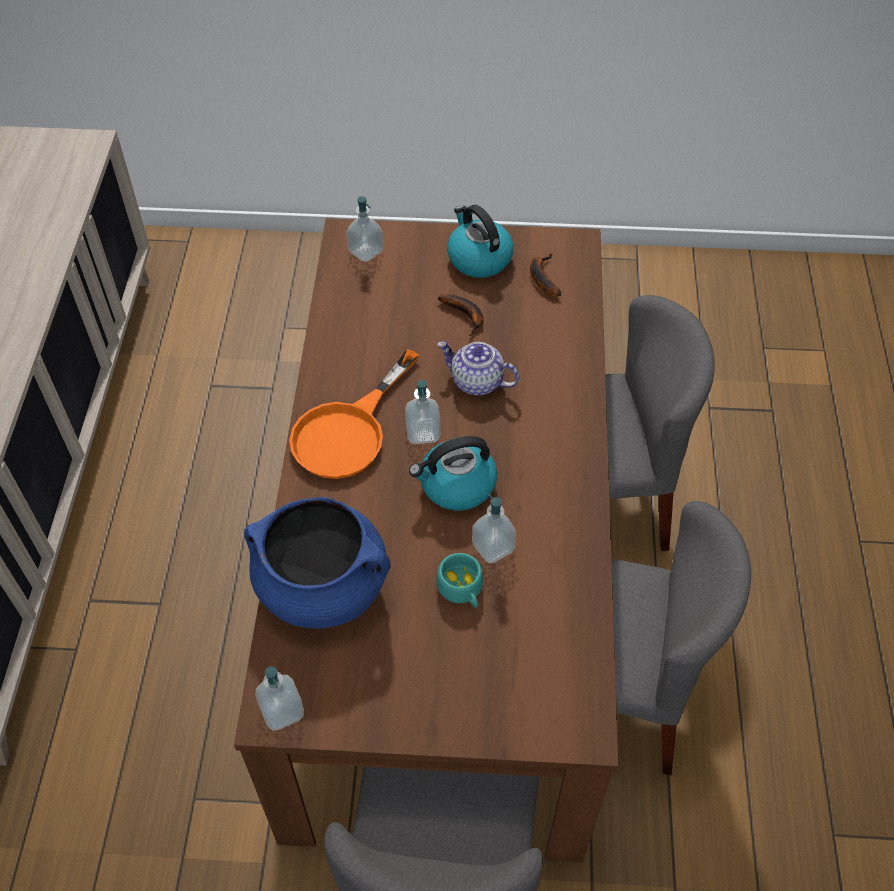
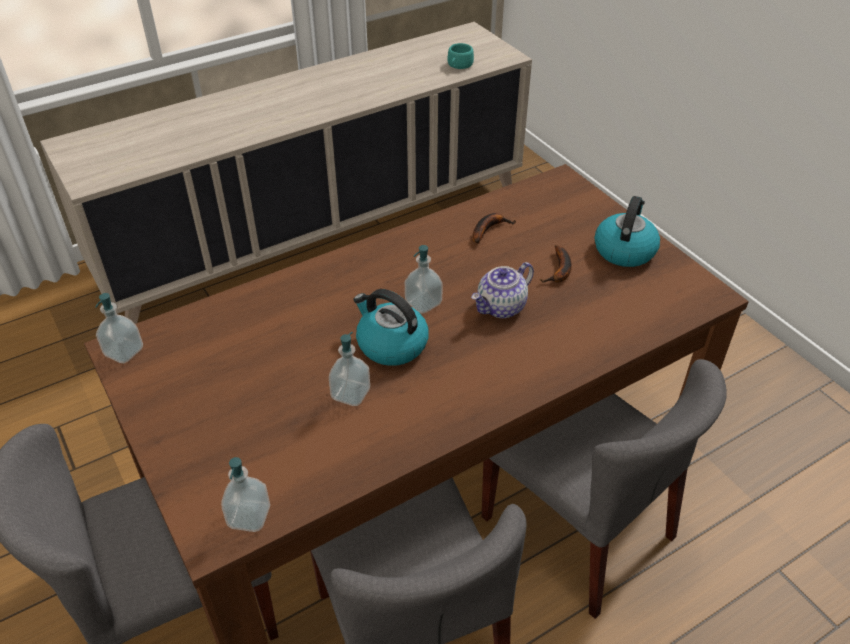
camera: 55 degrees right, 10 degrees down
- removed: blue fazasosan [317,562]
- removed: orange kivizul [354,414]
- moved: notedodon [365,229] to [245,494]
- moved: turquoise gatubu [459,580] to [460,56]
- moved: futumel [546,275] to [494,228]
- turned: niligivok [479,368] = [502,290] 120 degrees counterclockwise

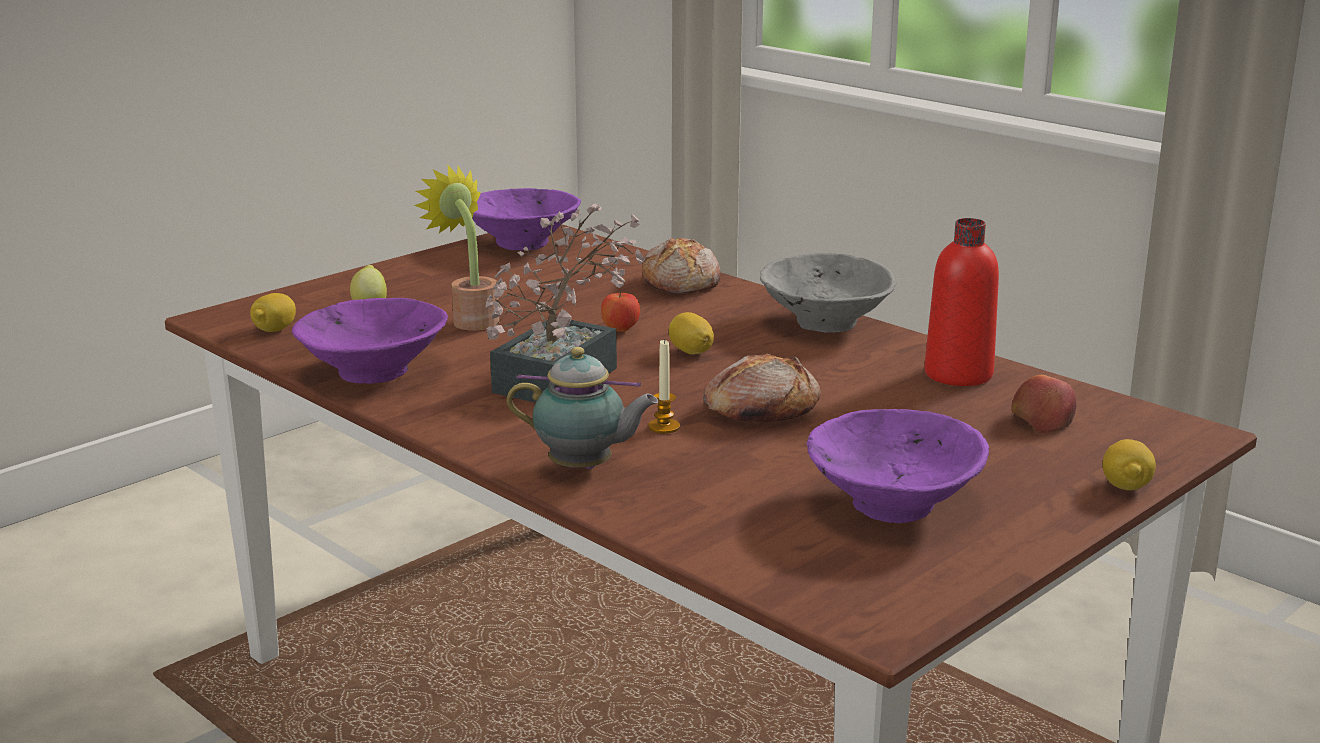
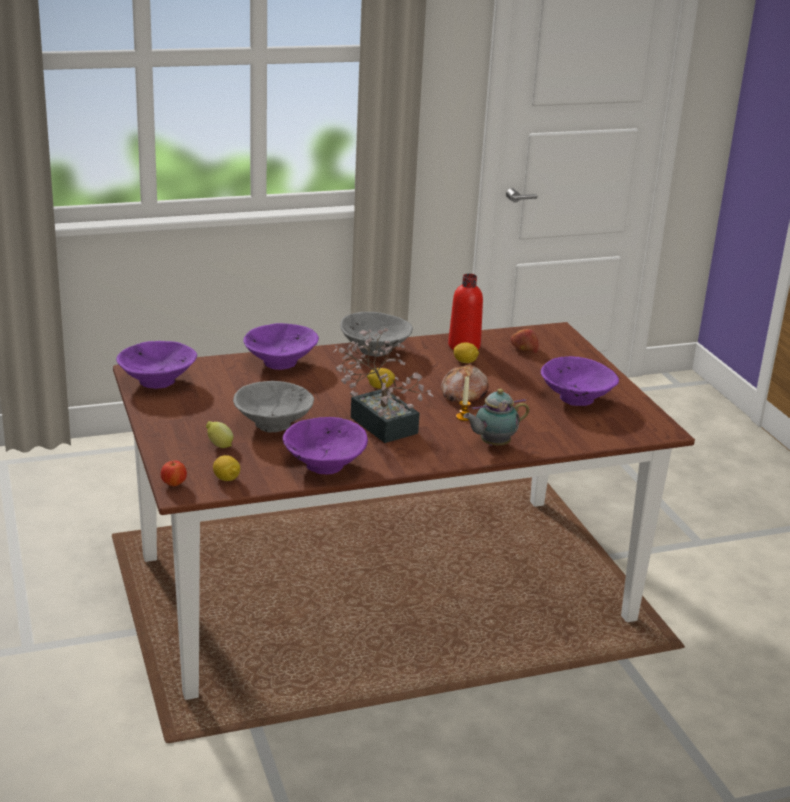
camera: 65 degrees left, 5 degrees up
- moved: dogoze [620,311] to [174,473]
- moved: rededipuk [1129,464] to [466,352]
- replaced: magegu [456,247] to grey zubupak [273,407]
- replaced: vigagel [681,266] to purple zubupak [281,346]
- turned: niligivok [583,408] = [496,417] 150 degrees counterclockwise

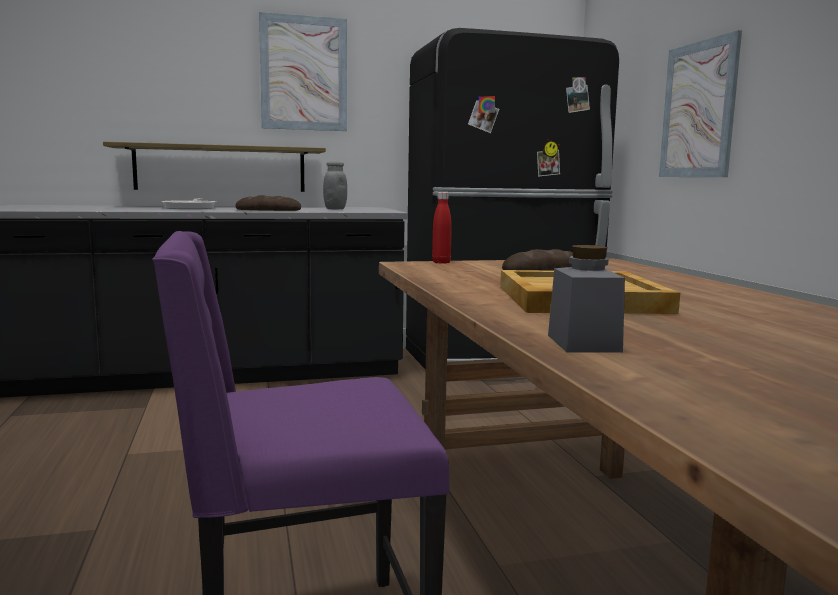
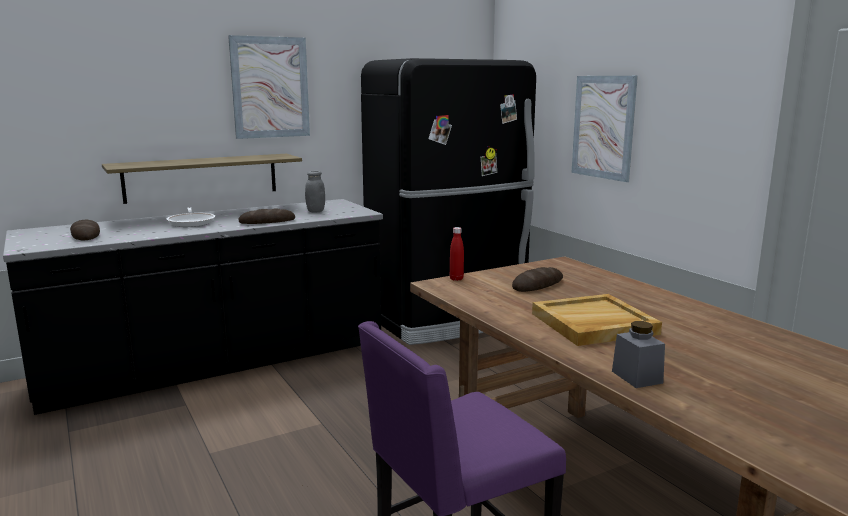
camera: 15 degrees left, 5 degrees up
- added: vigagel [85,230]

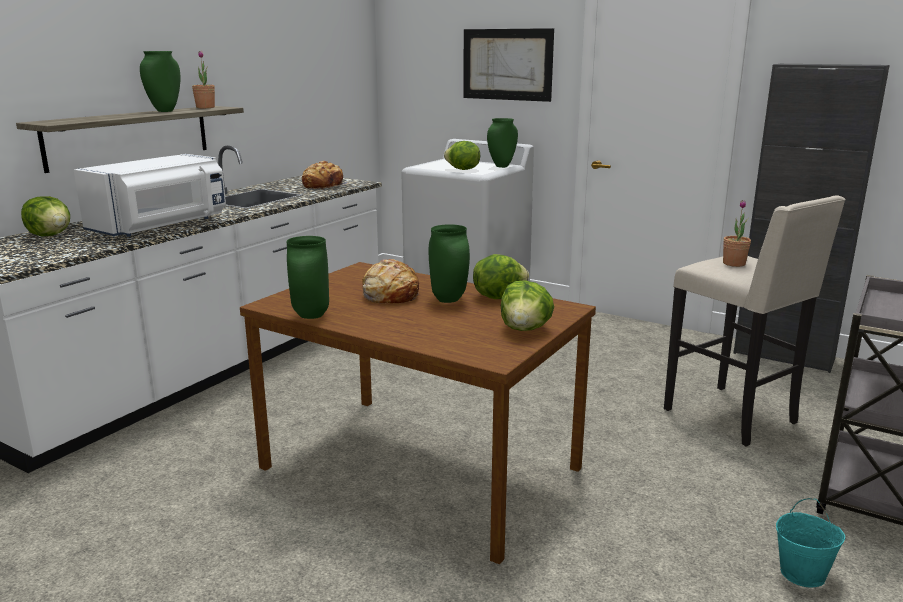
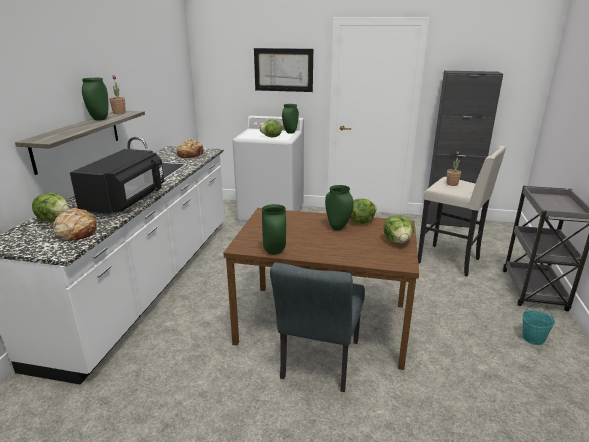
camera: 20 degrees left, 5 degrees up
- added: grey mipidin [317,327]
- moved: vigagel [390,281] to [75,224]
- recoloured: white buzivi [150,195] to black buzivi [117,182]

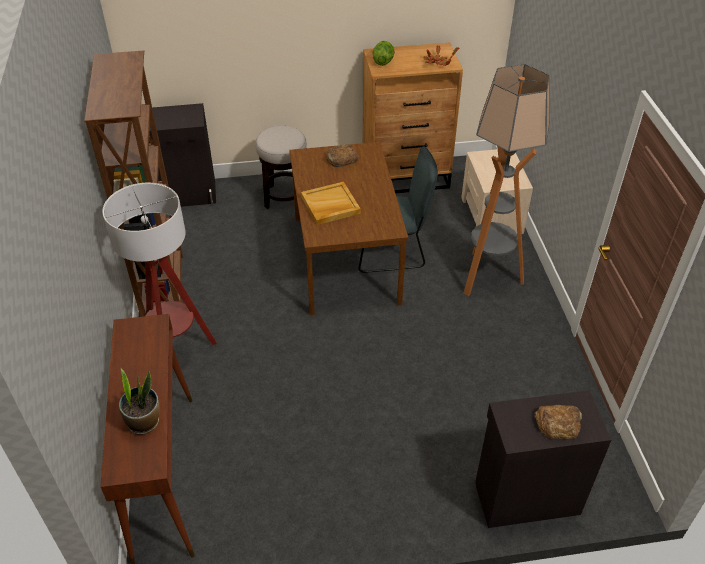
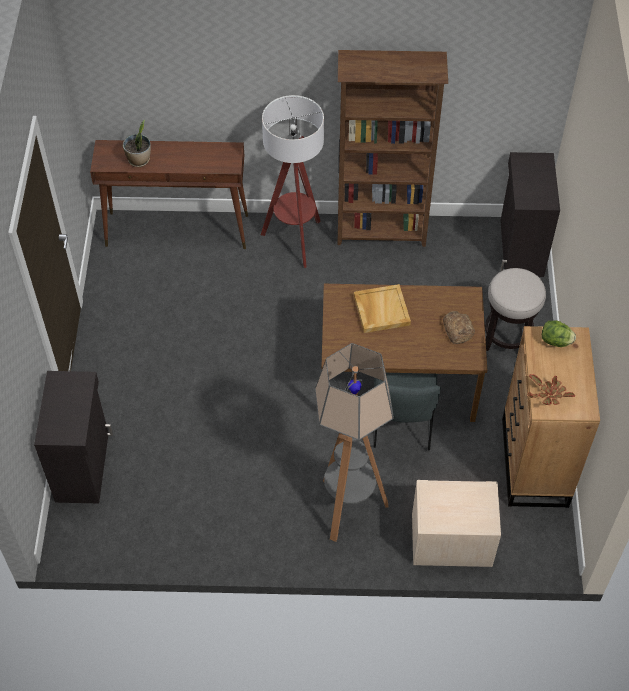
camera: 100 degrees right, 10 degrees up
- removed: vigagel [558,422]

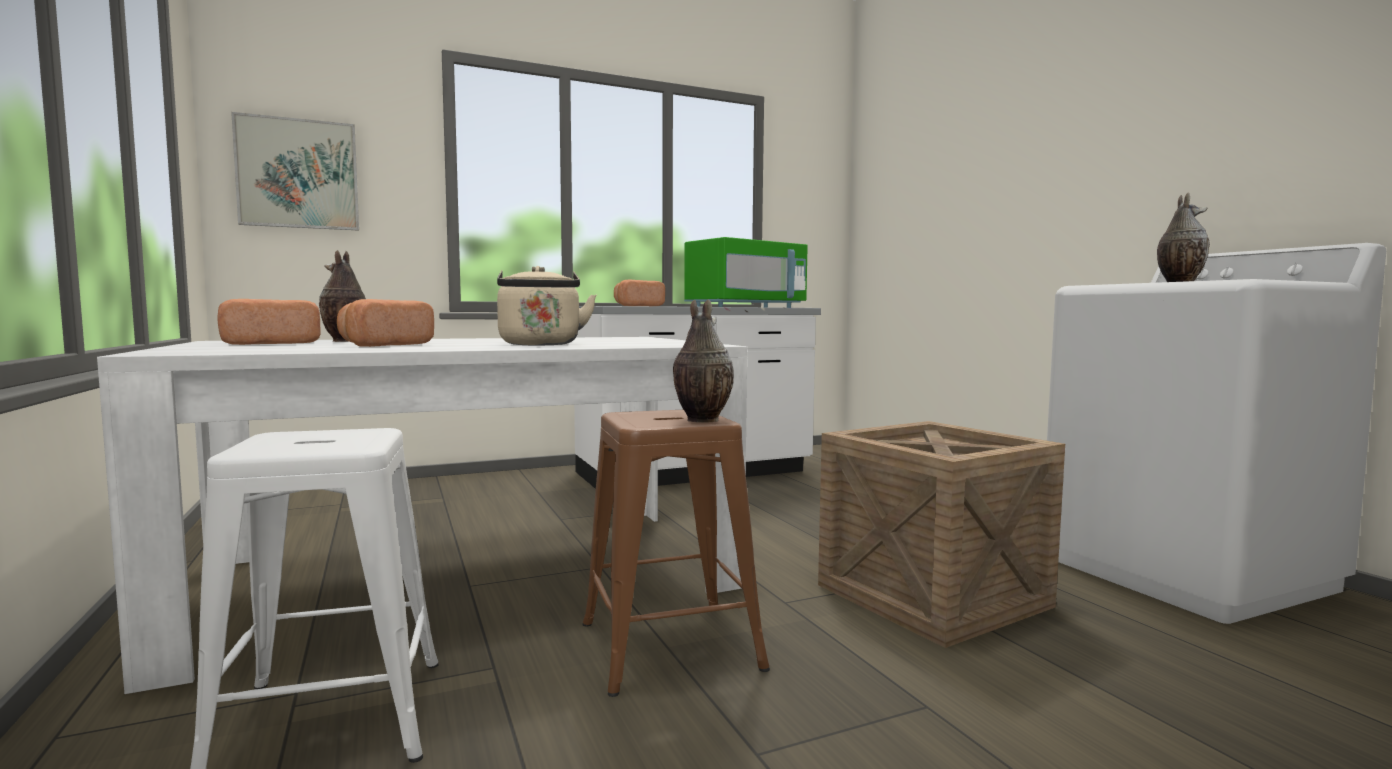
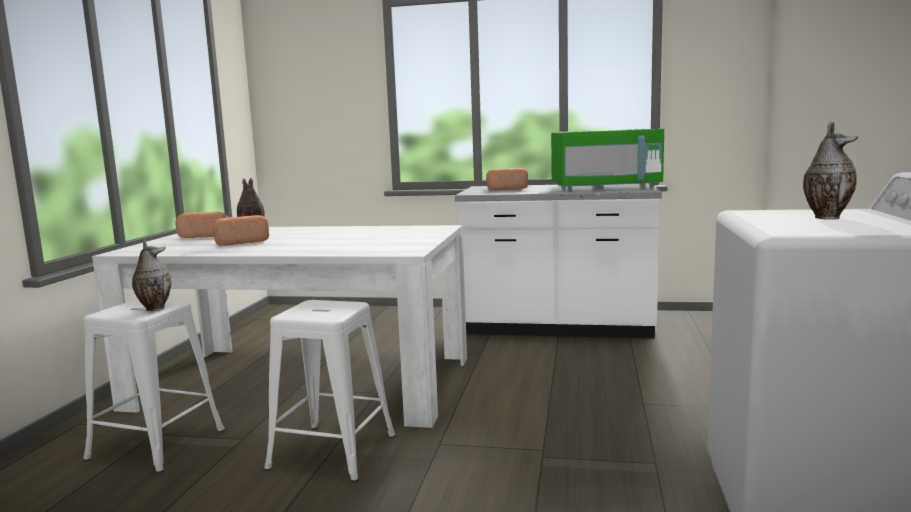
camera: 35 degrees right, 5 degrees up
- removed: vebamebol [295,171]
- removed: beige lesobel [546,305]
- removed: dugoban [941,534]
- moved: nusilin [703,361] to [151,274]
- recoloured: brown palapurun [676,553] to white palapurun [330,391]

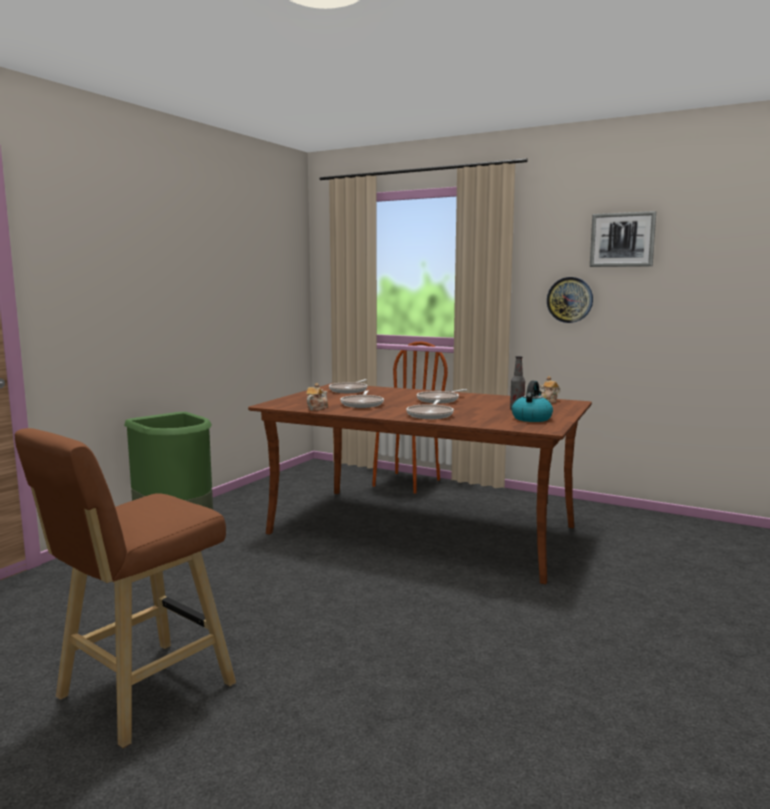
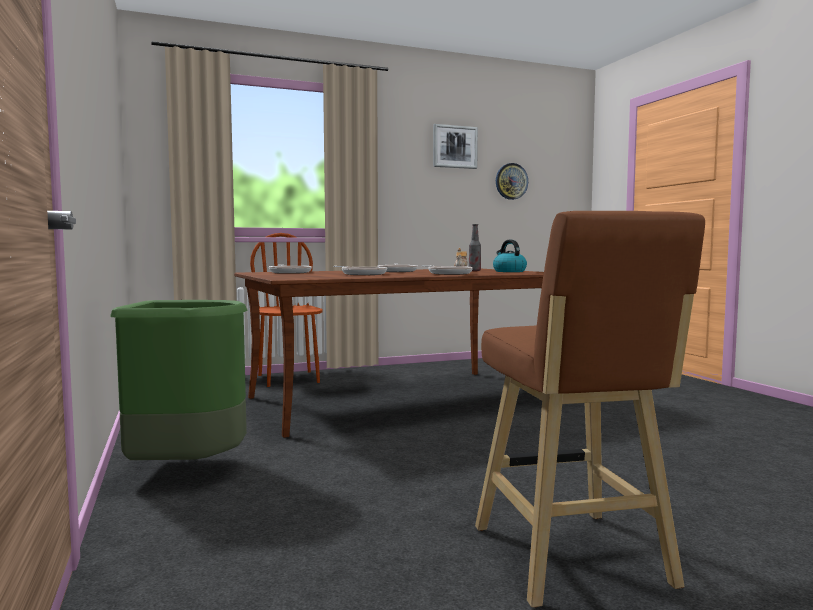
camera: 50 degrees left, 5 degrees down
- removed: niligivok [317,397]
- moved: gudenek [570,300] to [512,181]

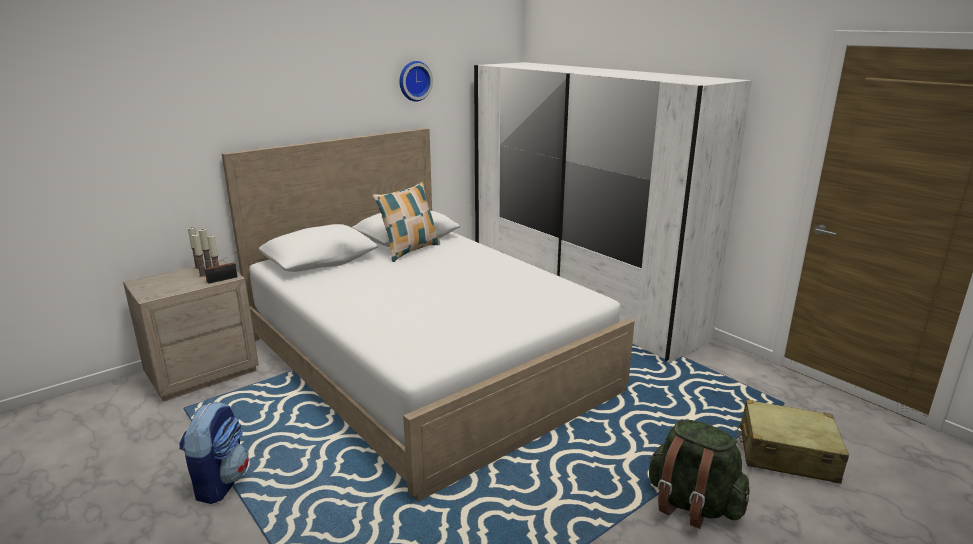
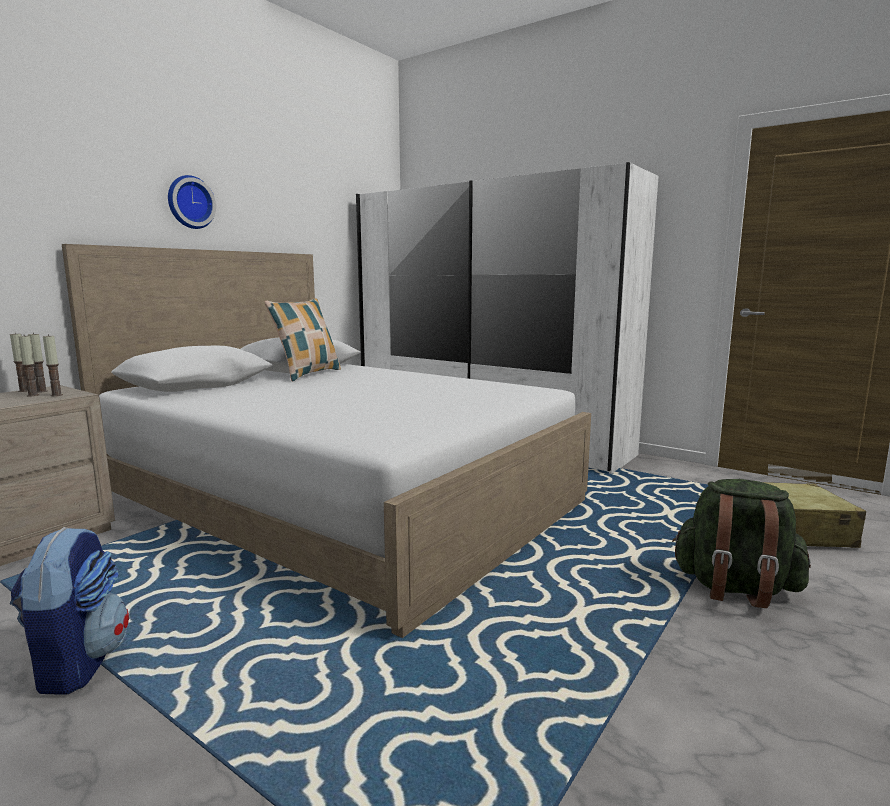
camera: 15 degrees left, 10 degrees down
- removed: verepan [221,268]
- moved: gudenek [416,81] to [192,202]

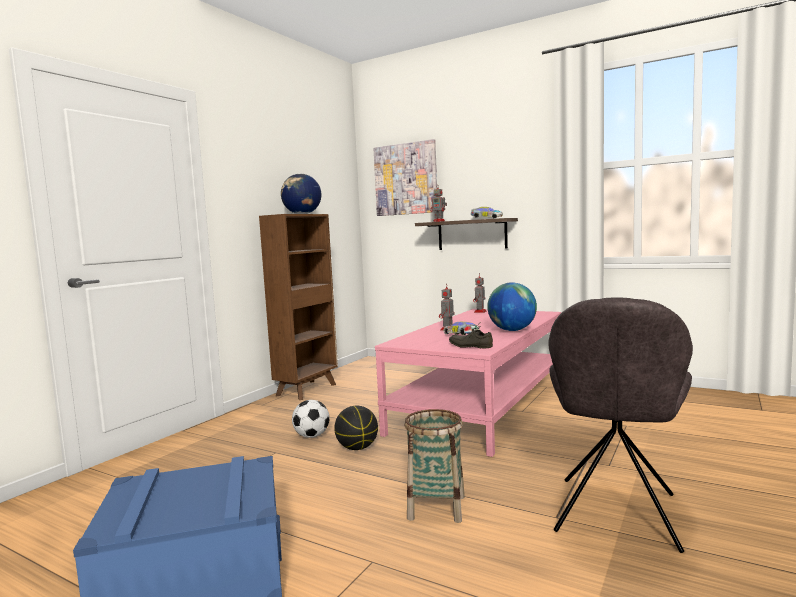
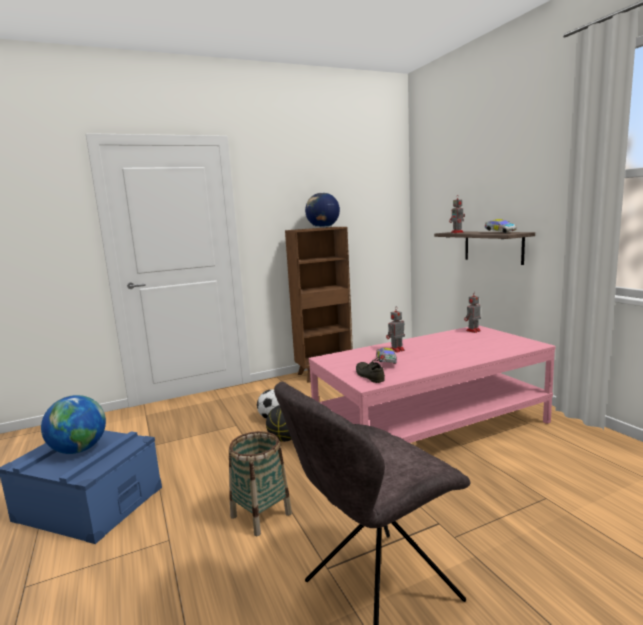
camera: 35 degrees right, 5 degrees up
- removed: vebamebol [405,177]
- moved: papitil [512,306] to [73,424]

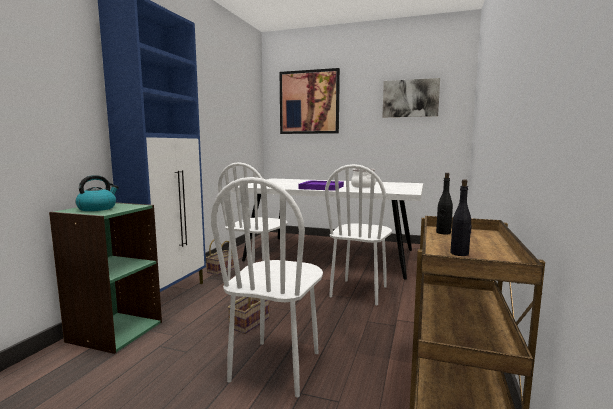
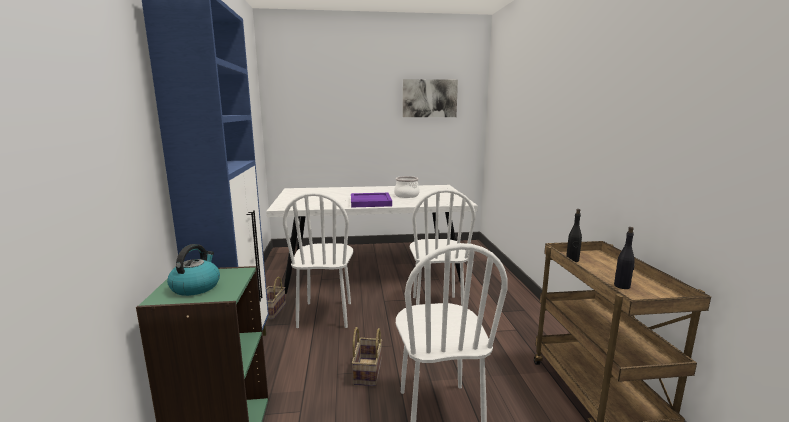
camera: 25 degrees left, 5 degrees up
- removed: vebamebol [310,101]

